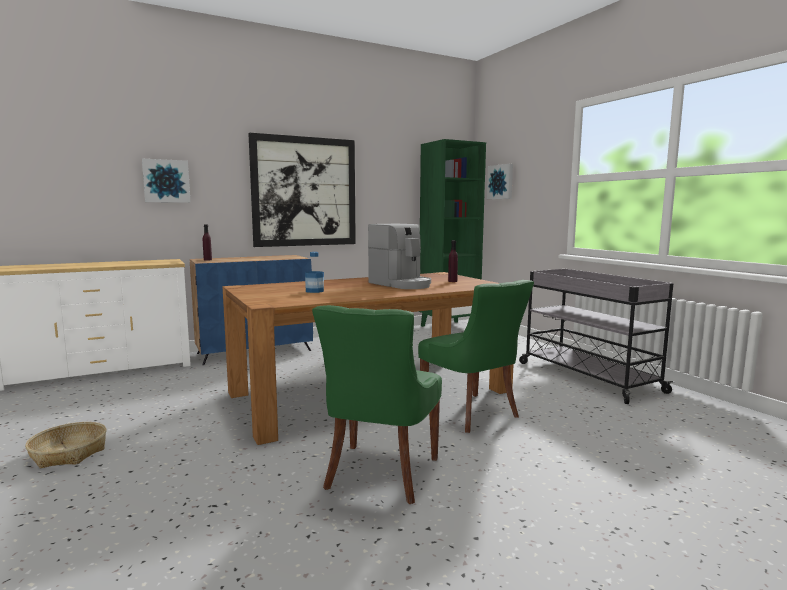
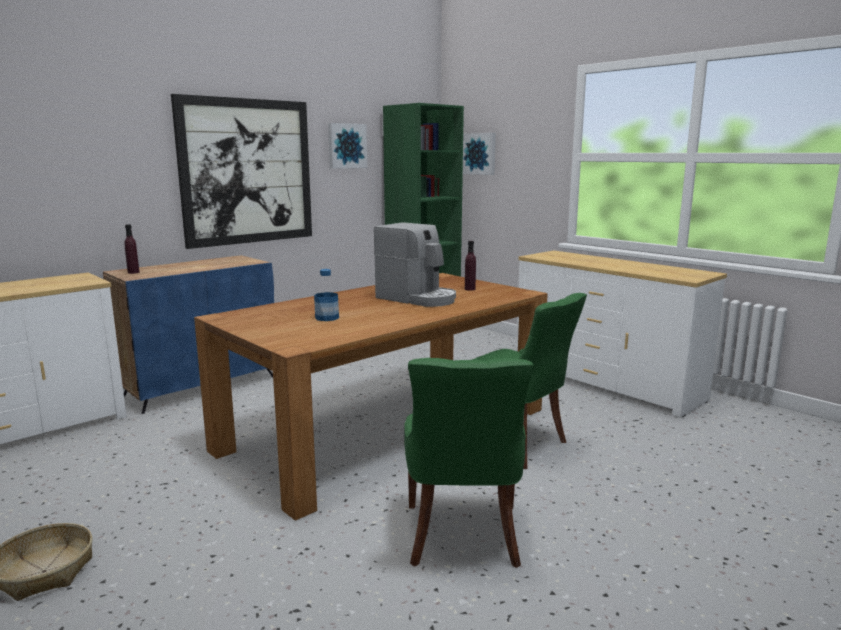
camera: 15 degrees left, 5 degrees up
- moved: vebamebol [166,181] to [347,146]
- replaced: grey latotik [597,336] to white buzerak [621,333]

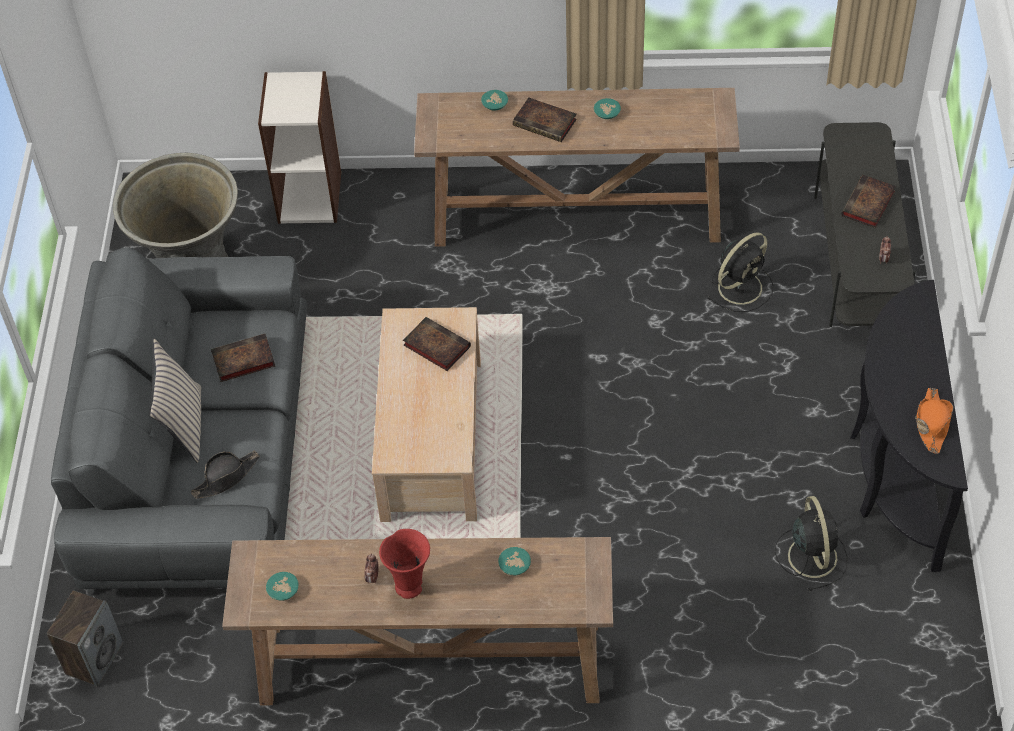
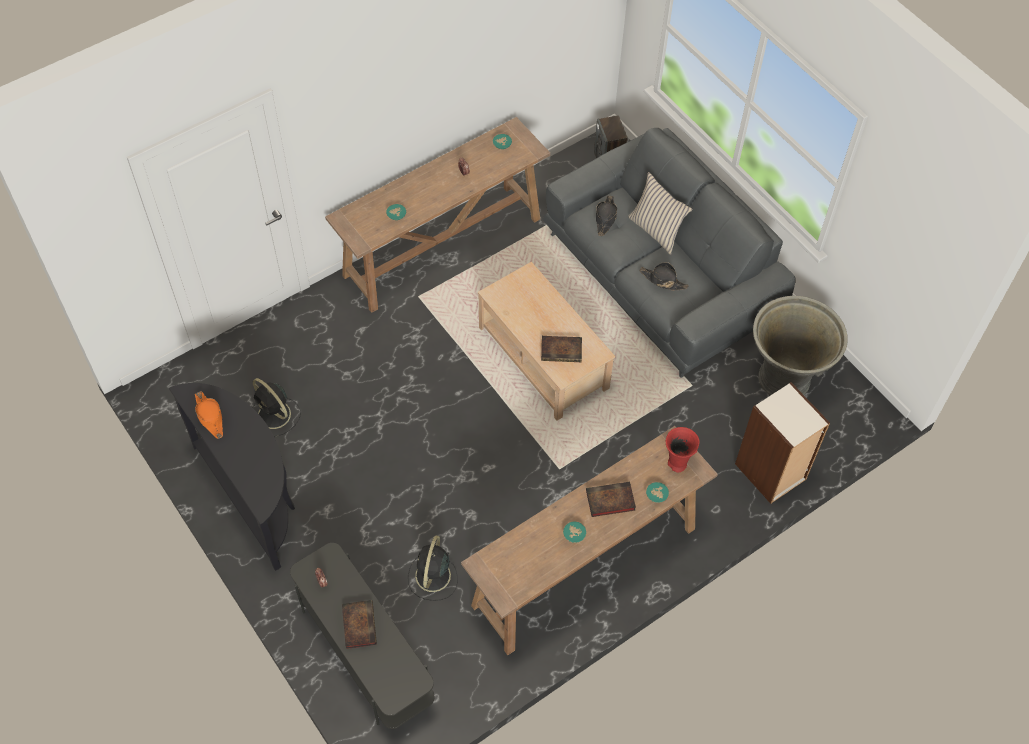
camera: 140 degrees right, 5 degrees up
- moved: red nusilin [404,564] to [683,450]
- replaced: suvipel [243,358] to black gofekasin [664,276]

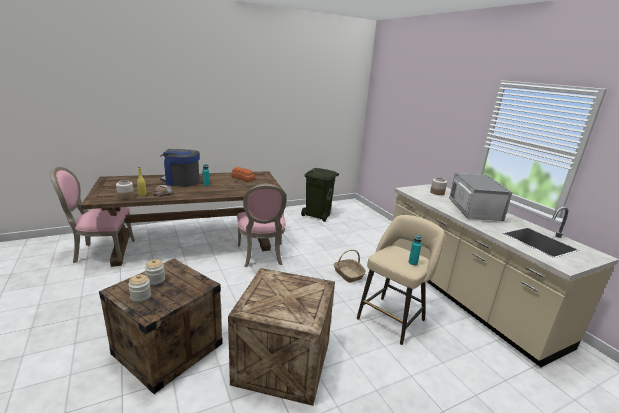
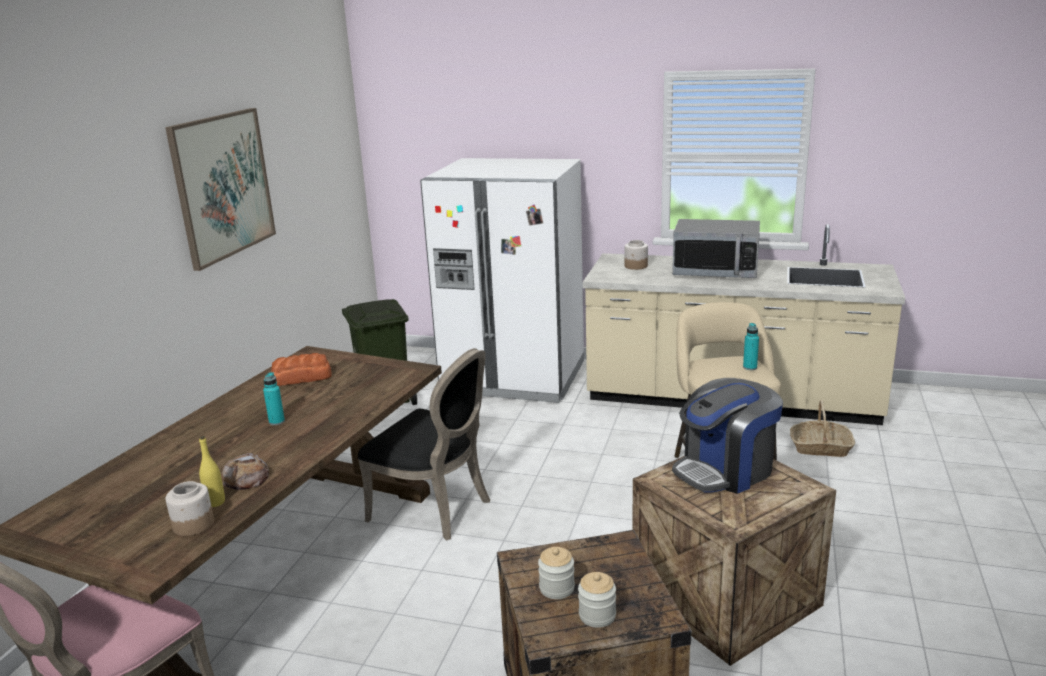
camera: 45 degrees left, 0 degrees up
- added: vebamebol [220,189]
- added: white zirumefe [502,280]
- moved: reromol [180,168] to [727,436]
- moved: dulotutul [349,266] to [822,428]
- recoloured: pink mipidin [261,225] to black mipidin [424,444]
- turned: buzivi [481,197] = [716,248] 150 degrees clockwise

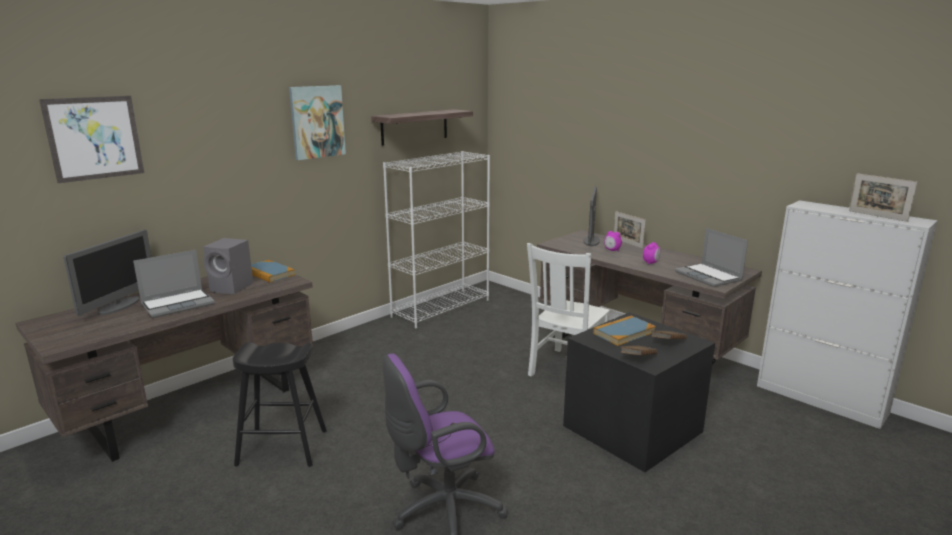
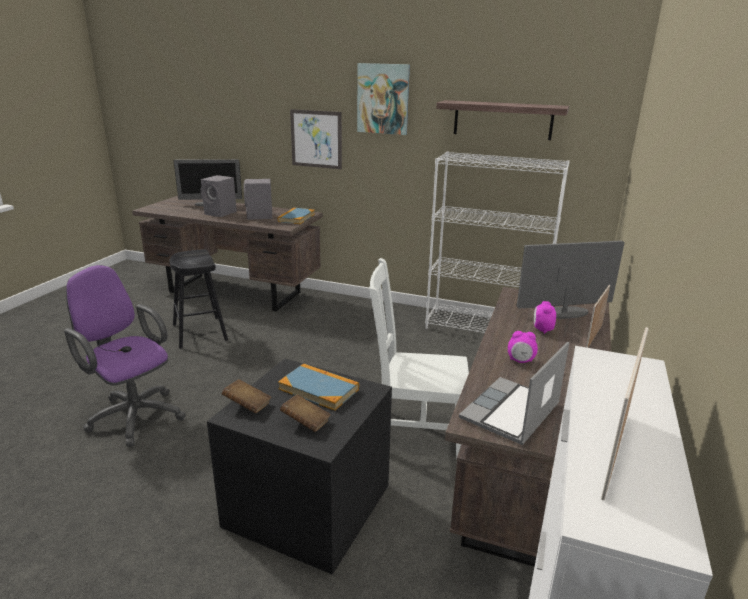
camera: 65 degrees right, 5 degrees up
- moved: vebamebol [91,139] to [316,139]
- replaced: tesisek [174,284] to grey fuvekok [219,196]

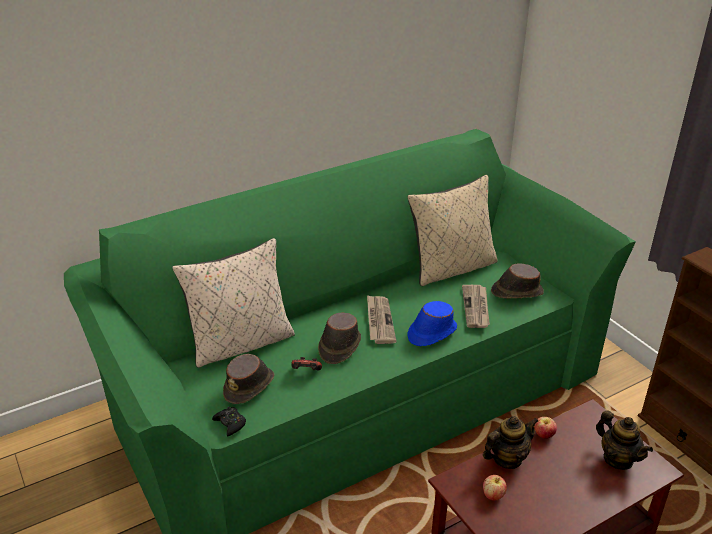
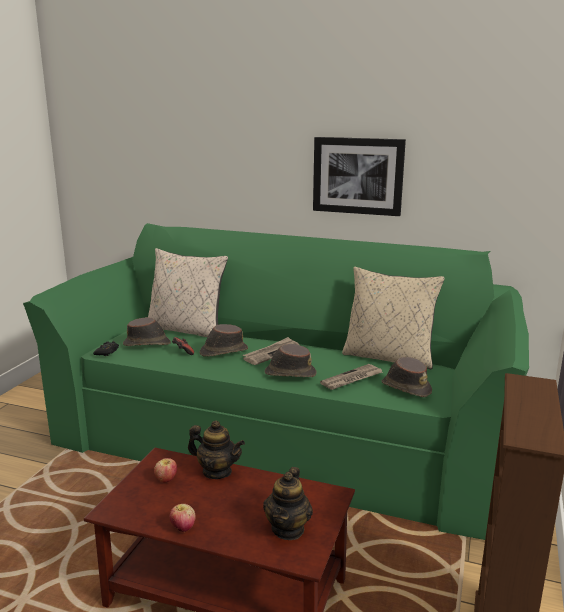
camera: 50 degrees right, 15 degrees down
- added: vebamebol [359,176]
- moved: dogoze [546,428] to [183,518]
- recoloured: blue gofekasin [432,323] to brown gofekasin [290,360]

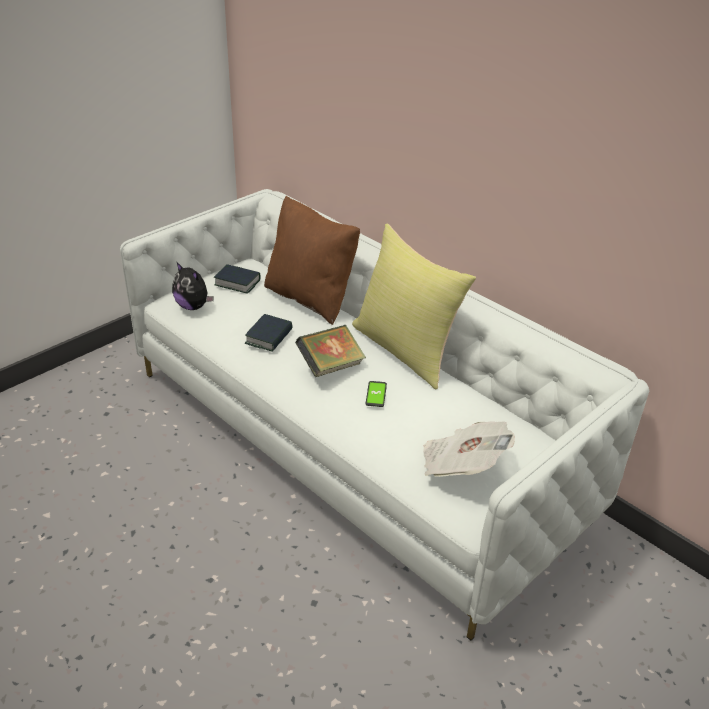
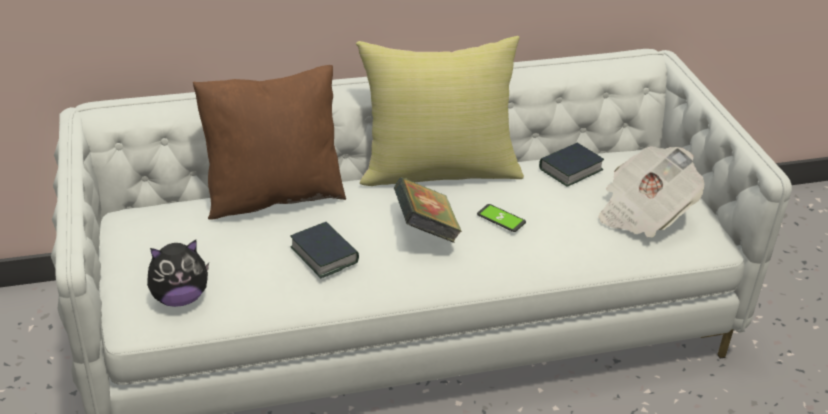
camera: 60 degrees left, 0 degrees up
- moved: suvipel [237,279] to [571,165]

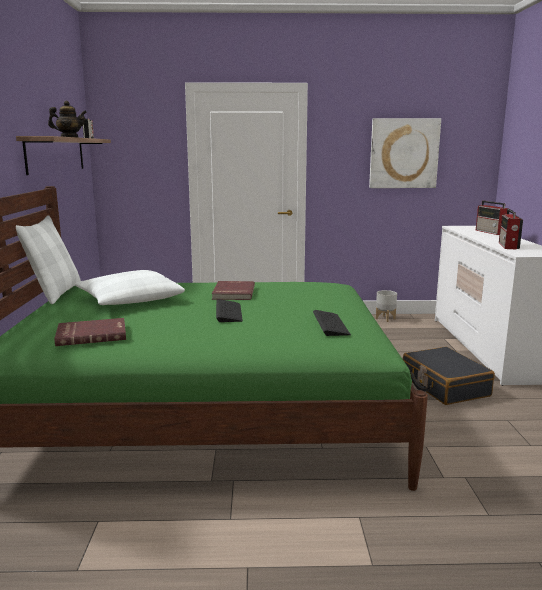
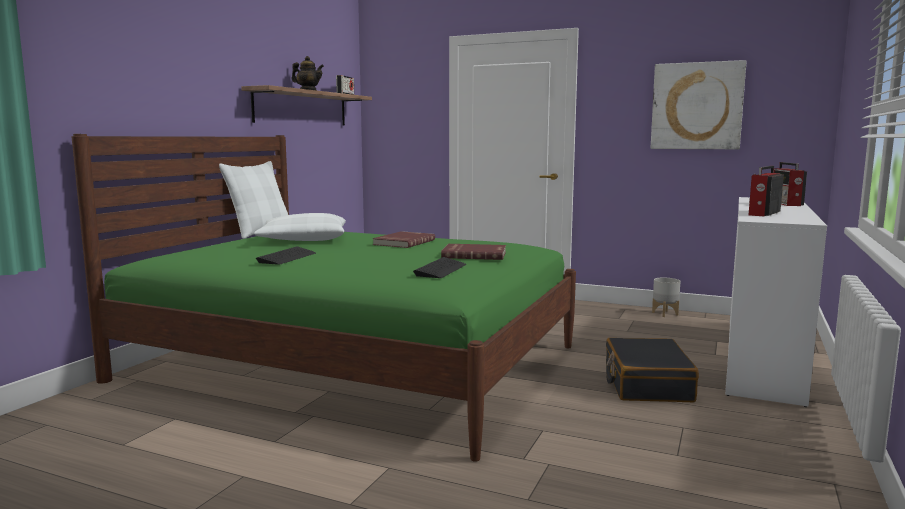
camera: 25 degrees right, 5 degrees down
- moved: red suvipel [90,332] to [473,252]
- moved: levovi [229,310] to [286,255]

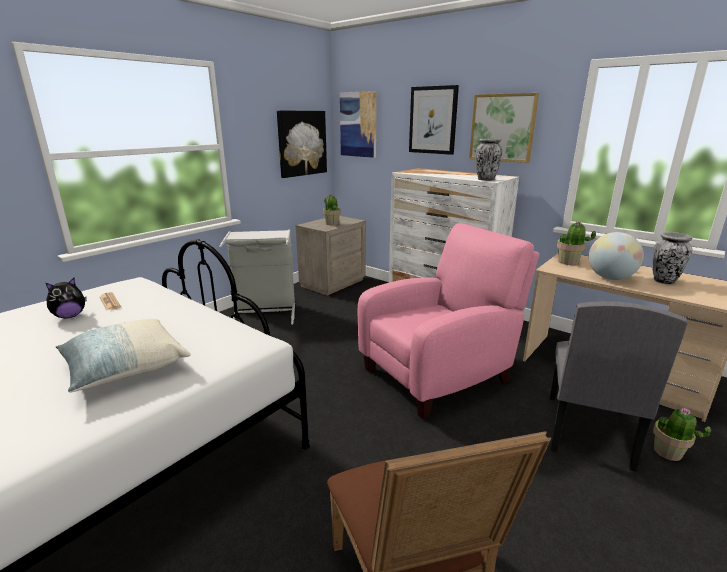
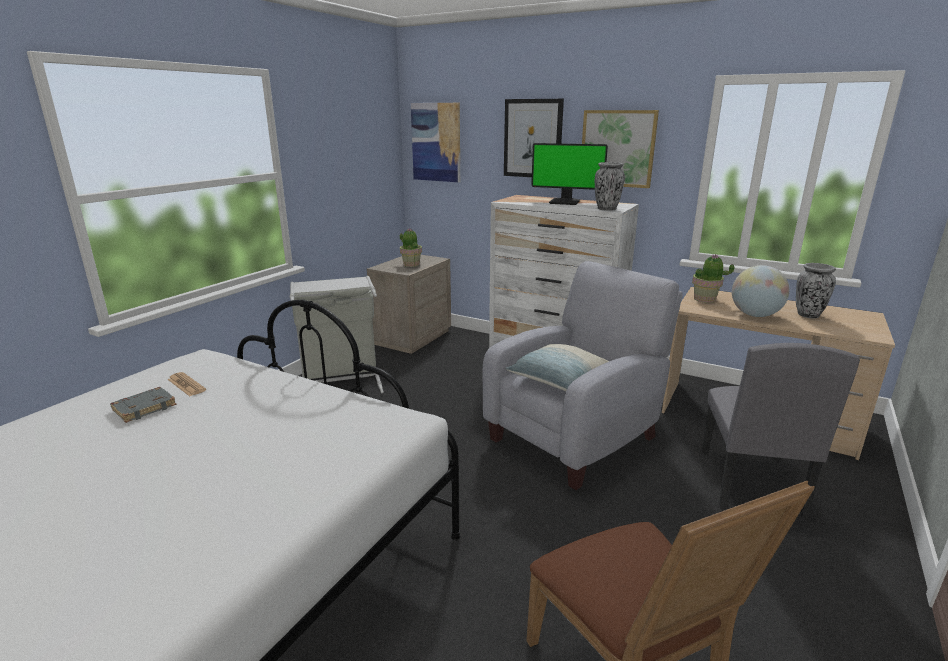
camera: 10 degrees left, 0 degrees up
- removed: vebamebol [302,144]
- removed: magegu [682,434]
- added: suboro [569,174]
- moved: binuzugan [123,356] to [557,367]
- replaced: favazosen [66,298] to grey suvipel [143,405]
- recoloured: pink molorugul [448,321] to grey molorugul [582,375]

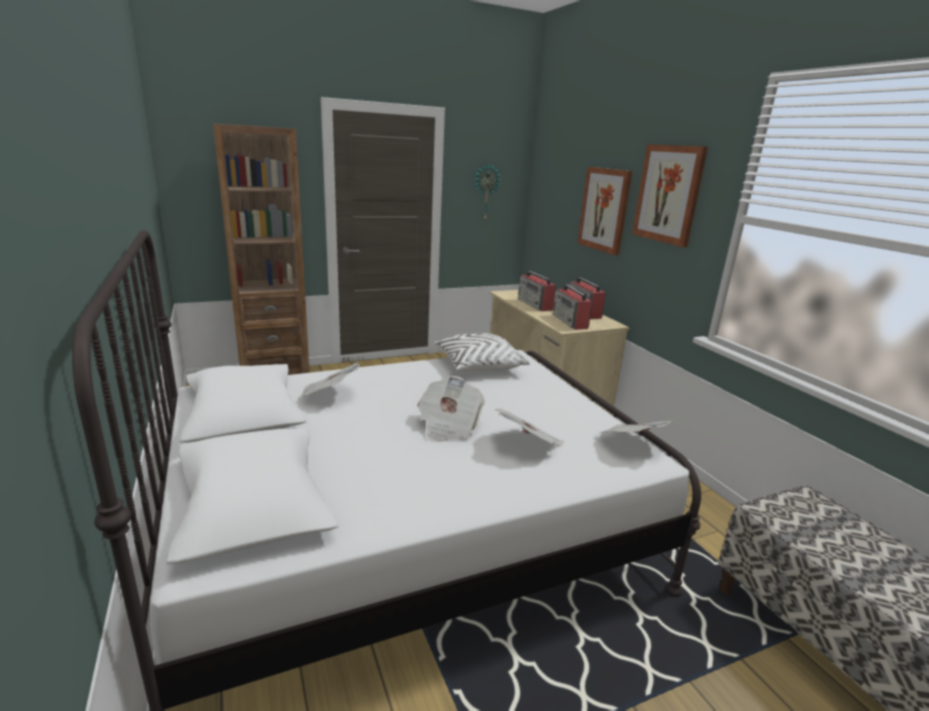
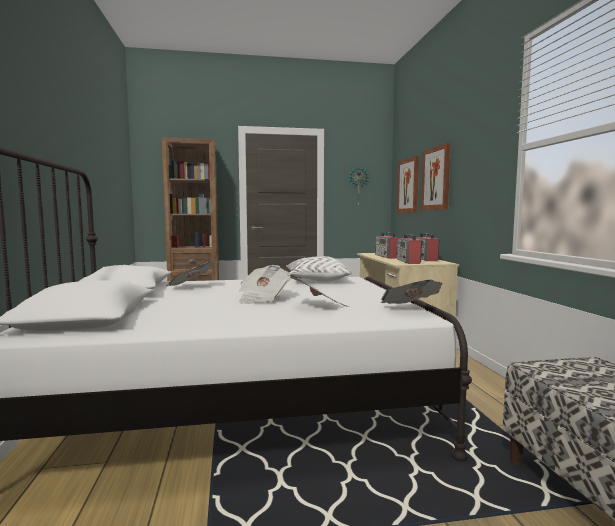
camera: 15 degrees right, 15 degrees down
- moved: vebamebol [670,195] to [408,184]

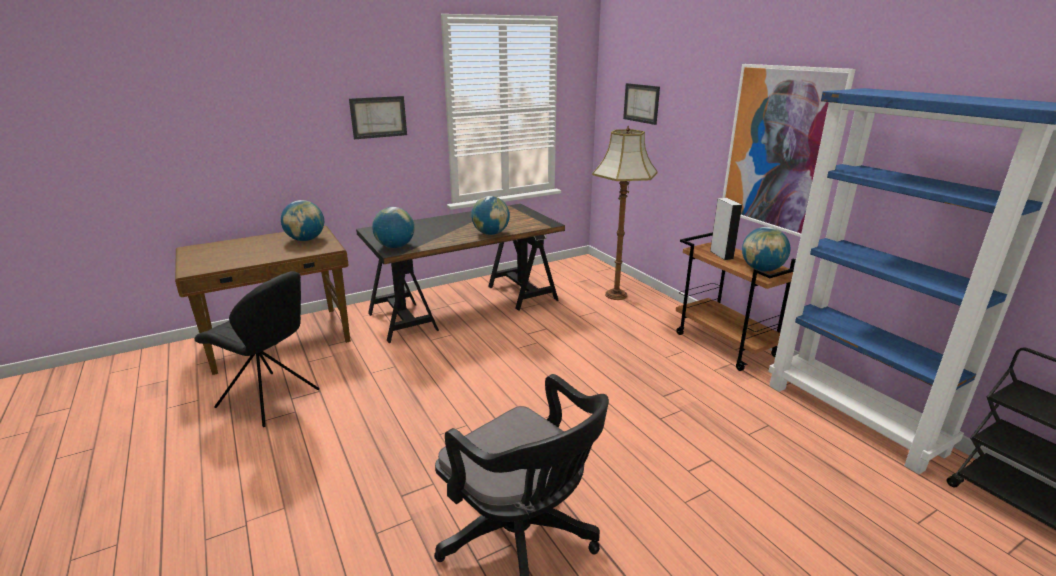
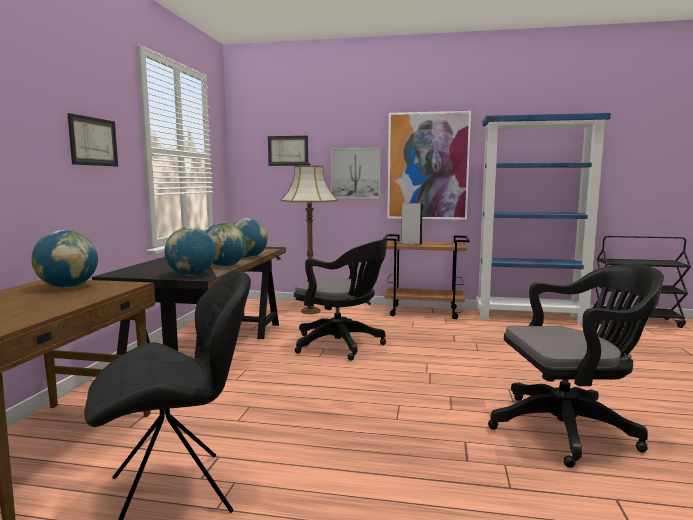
camera: 50 degrees left, 15 degrees down
- added: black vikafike [341,300]
- added: vebamebol [356,173]
- moved: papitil [766,249] to [226,245]

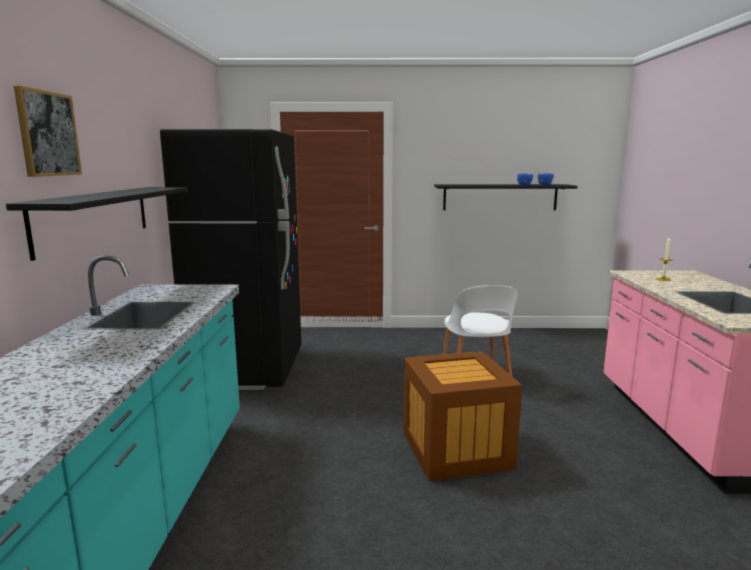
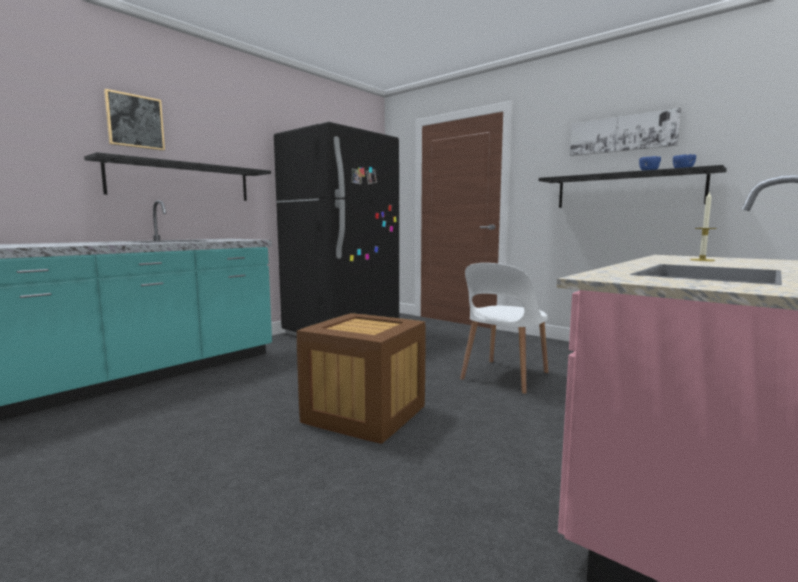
camera: 40 degrees right, 5 degrees down
- added: vebamebol [625,132]

